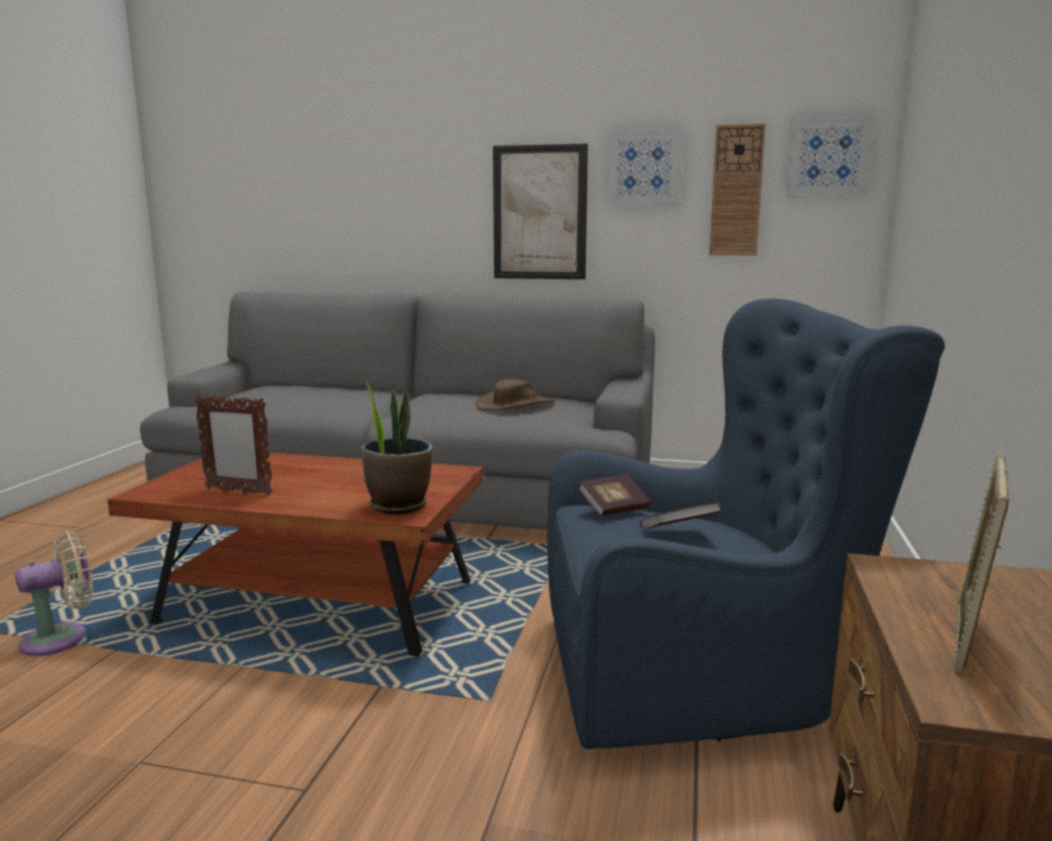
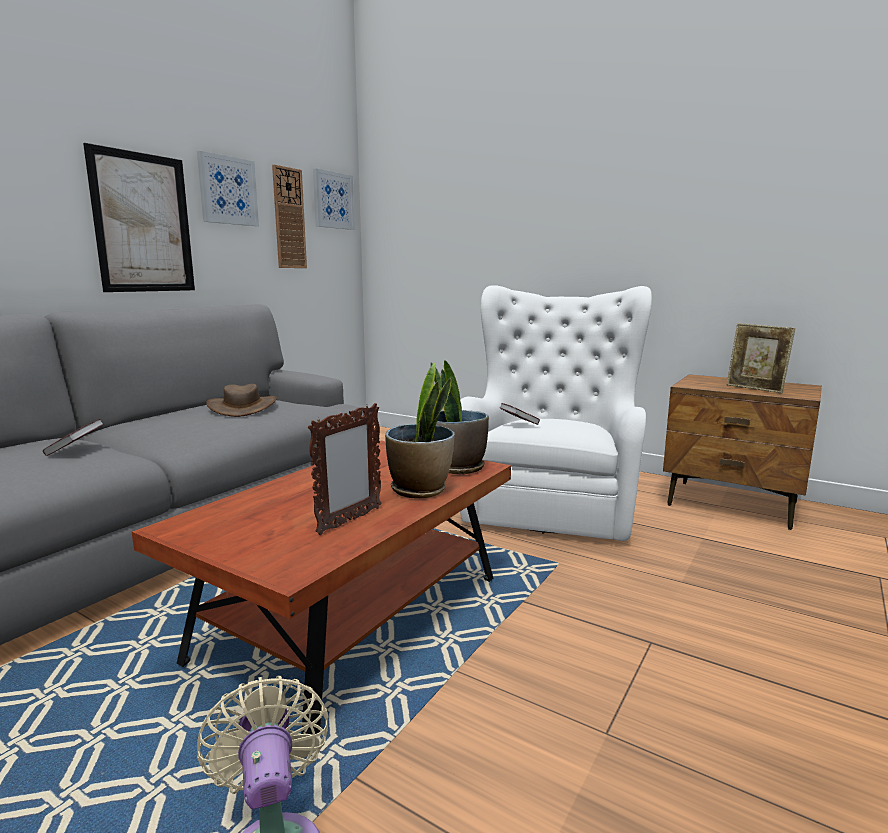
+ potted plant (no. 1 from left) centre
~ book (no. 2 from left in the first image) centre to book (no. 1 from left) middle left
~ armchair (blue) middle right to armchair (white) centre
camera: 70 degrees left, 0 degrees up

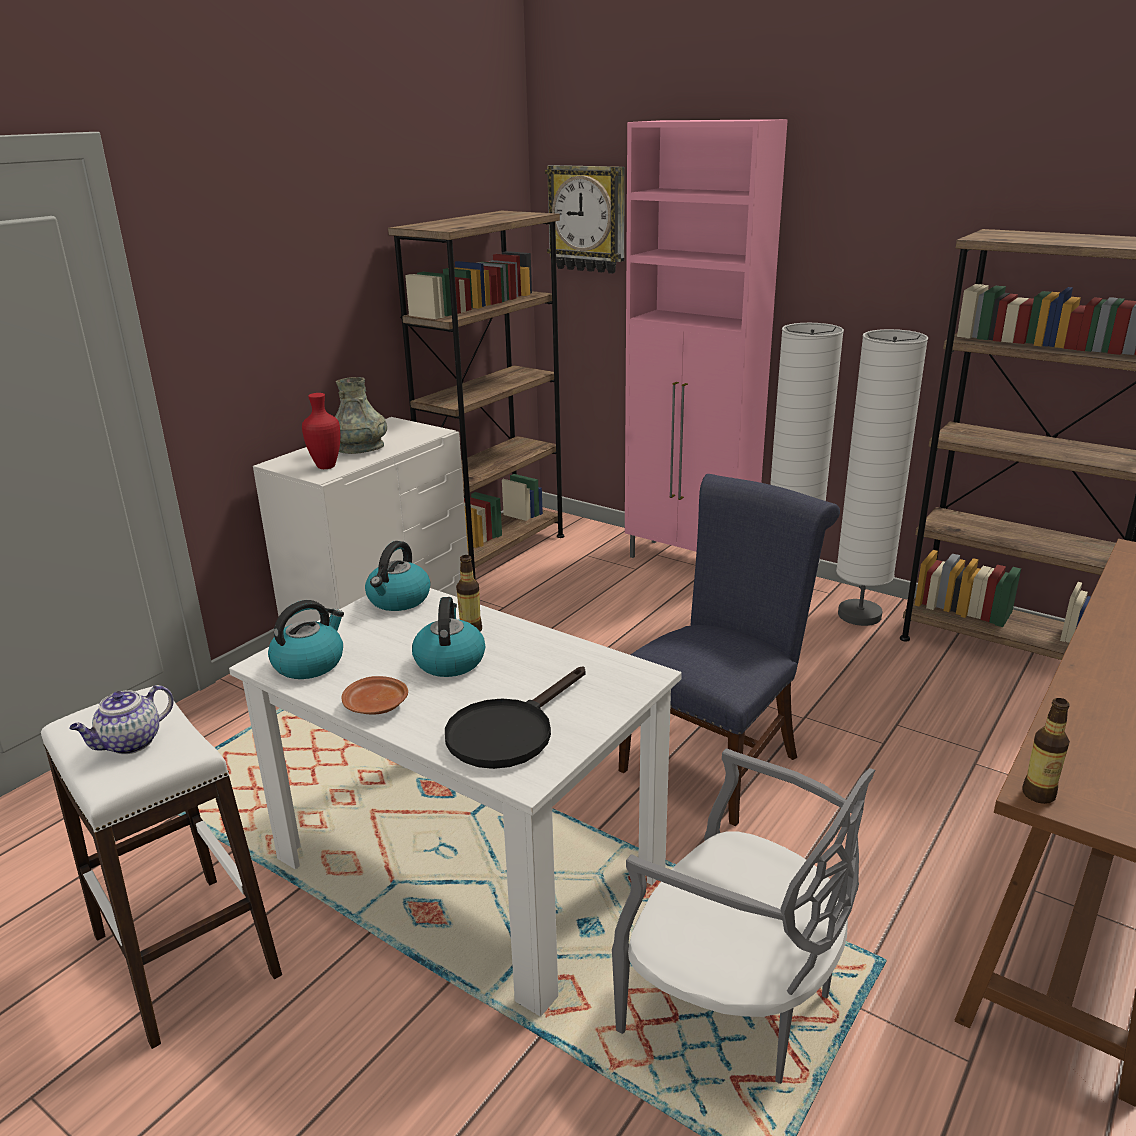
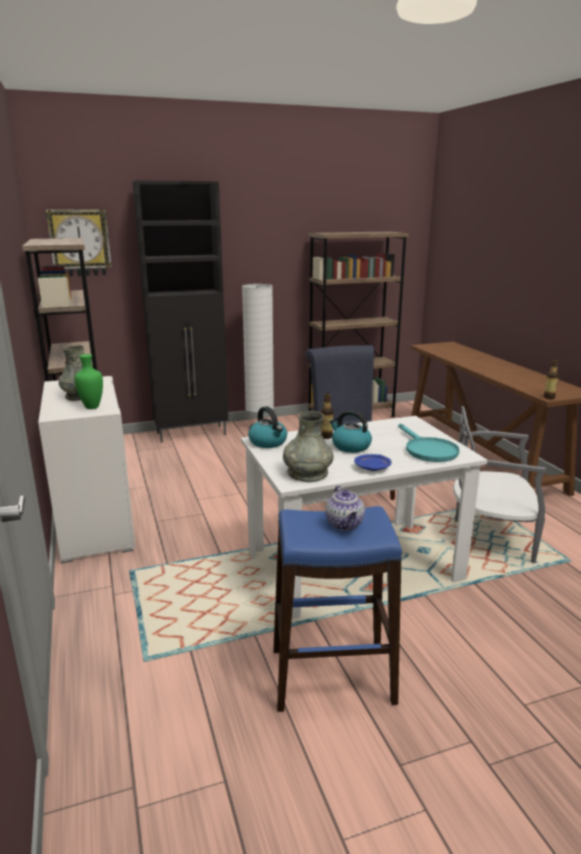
- floor lamp (white) (no. 2 from left) middle right
~ kettle (no. 1 from left) middle left to vase (grey) (no. 2 from left) centre
~ stool (white) bottom left to stool (blue) bottom centre
~ vase (red) middle left to vase (green) middle left
~ plate (brown) middle left to plate (blue) centre
~ frying pan (black) centre to frying pan (turquoise) middle right
~ cabinet (pink) top centre to cabinet (black) middle left
~ chair (grey) bottom centre = middle right 150 degrees counterclockwise
camera: 55 degrees left, 5 degrees down

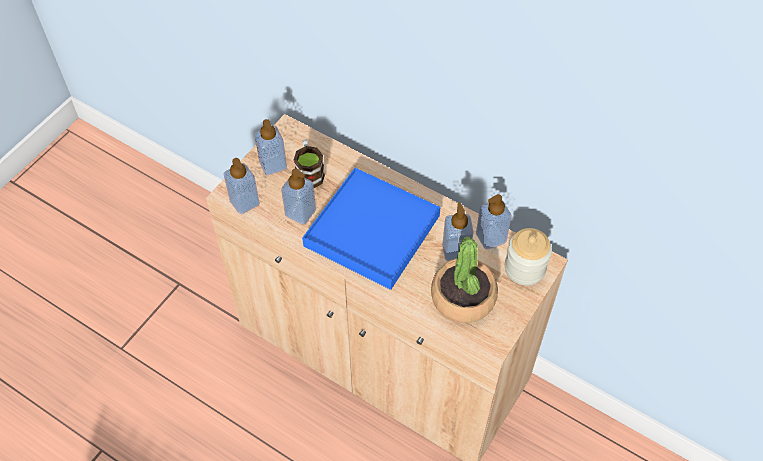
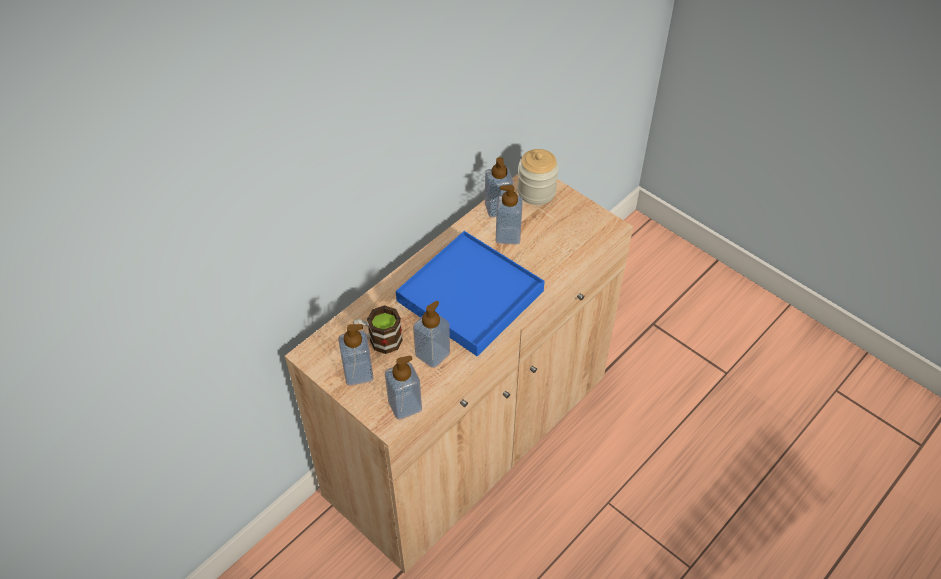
- potted plant centre
camera: 80 degrees left, 5 degrees down

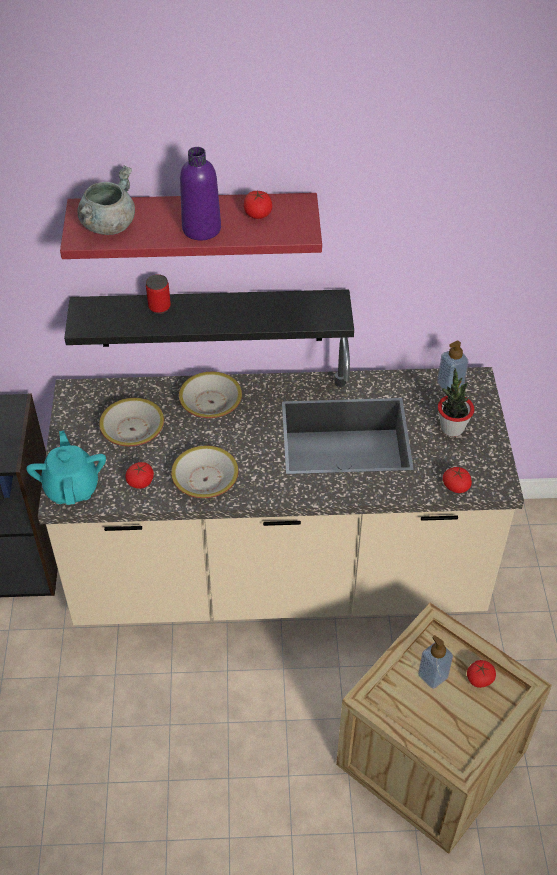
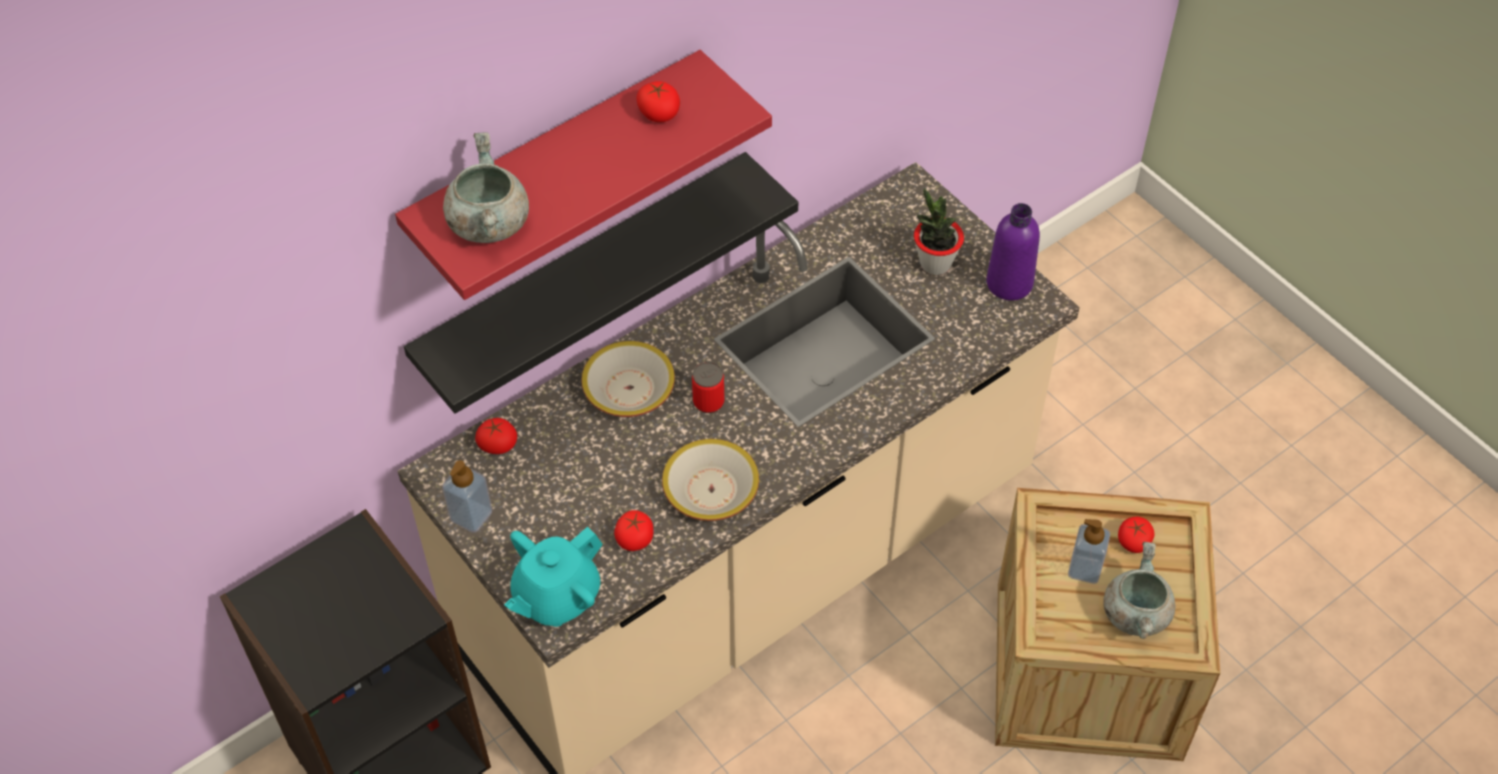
- bowl (no. 1 from left) middle left
+ cooking pot (grey) (no. 2 from left) bottom right
~ can middle left to centre
~ bottle (purple) top centre to top right
~ soap dispenser (no. 2 from left in the first image) middle right to soap dispenser (no. 1 from left) middle left
~ tomato (no. 3 from left in the first image) middle right to tomato (no. 1 from left) middle left
~ teapot (turquoise) middle left = bottom centre 90 degrees counterclockwise
camera: 35 degrees left, 5 degrees up

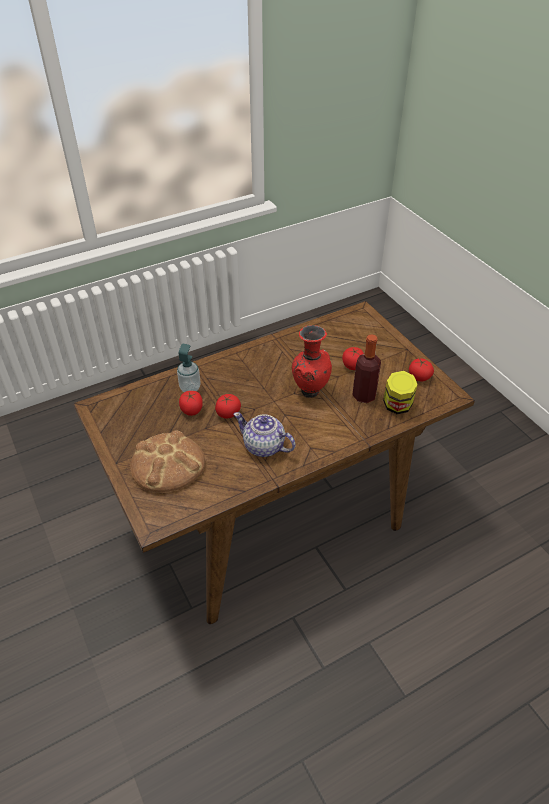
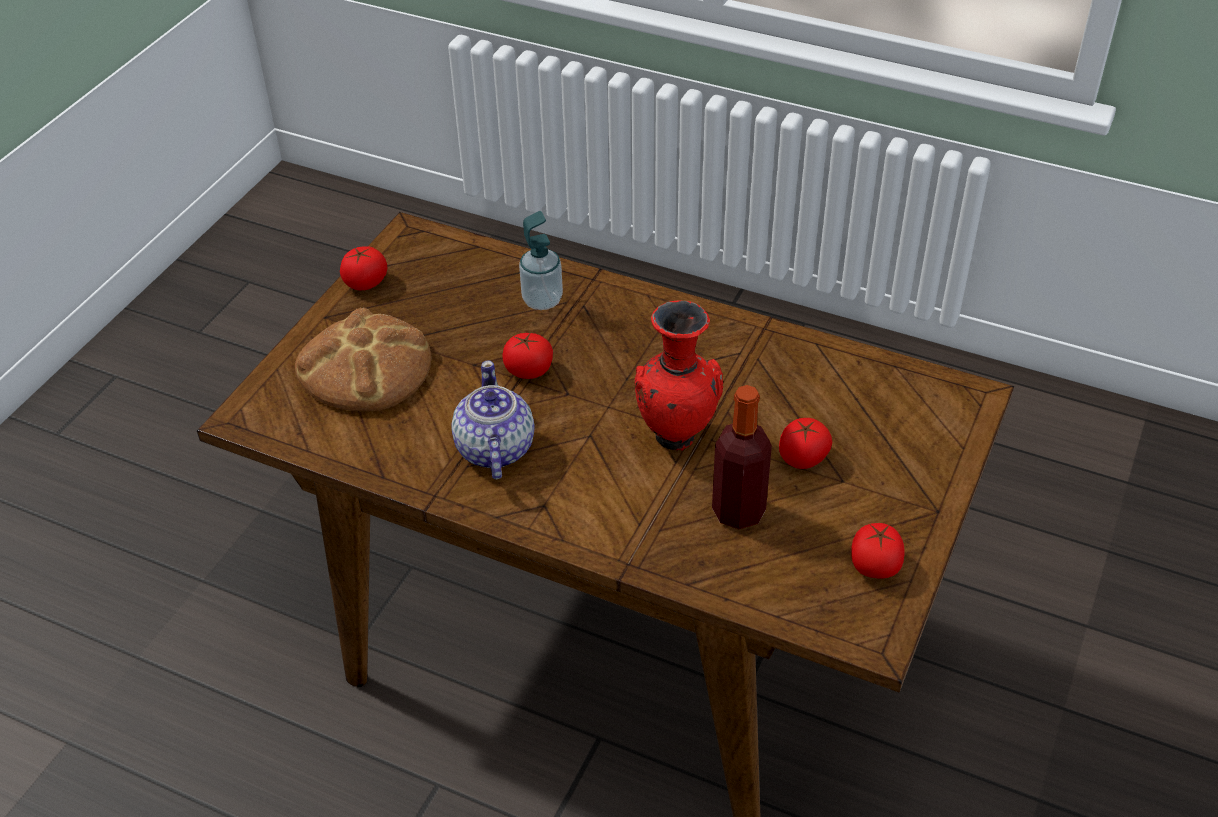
- jar middle right
~ tomato (no. 1 from left) centre to top left
camera: 55 degrees right, 0 degrees up

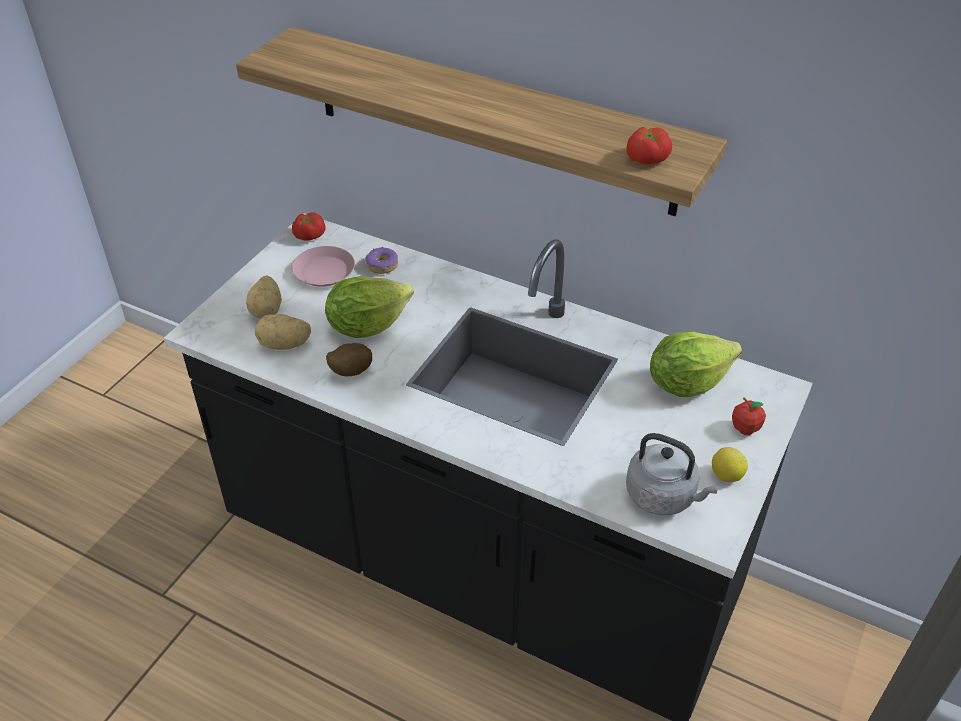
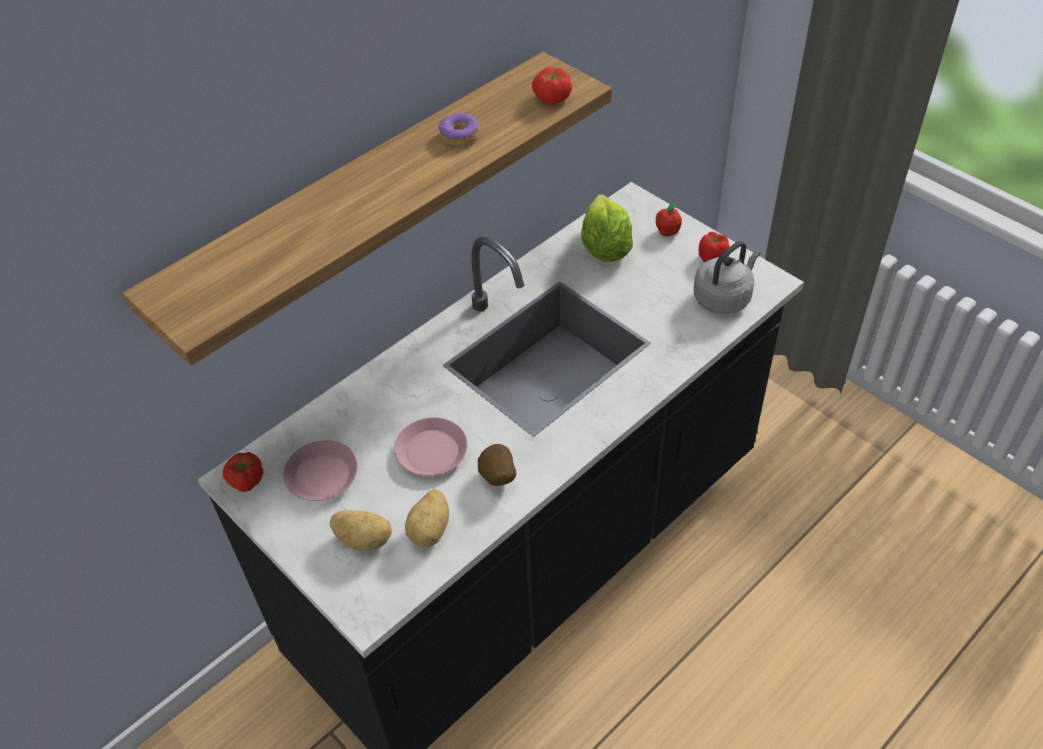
~ donut centre to top centre
~ lettuce (no. 1 from left) centre to plate (pink) (no. 2 from left) centre
~ lemon middle right to tomato (no. 3 from left) top right
camera: 70 degrees left, 5 degrees up

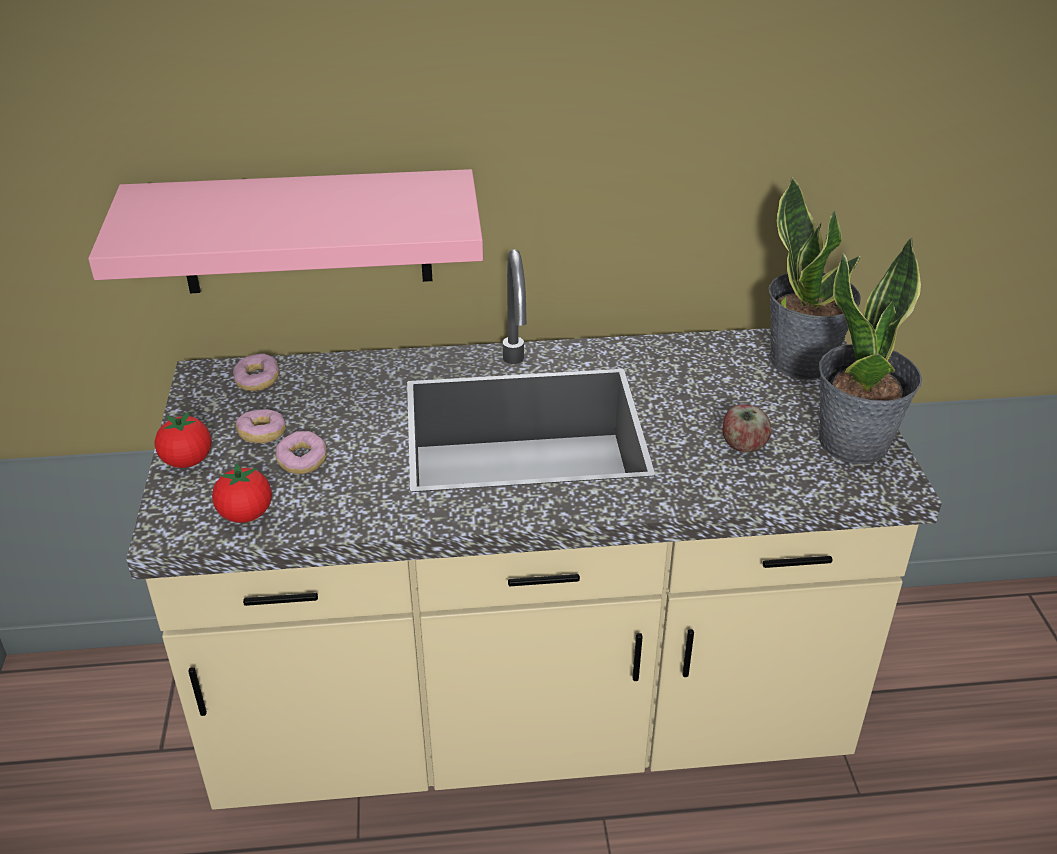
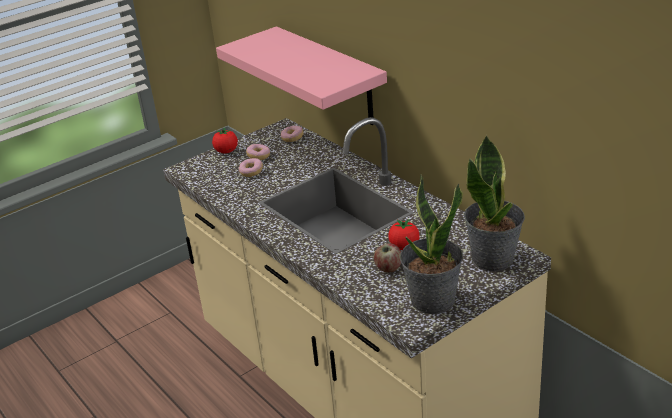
~ tomato (no. 2 from left) middle left to centre
camera: 60 degrees right, 5 degrees down

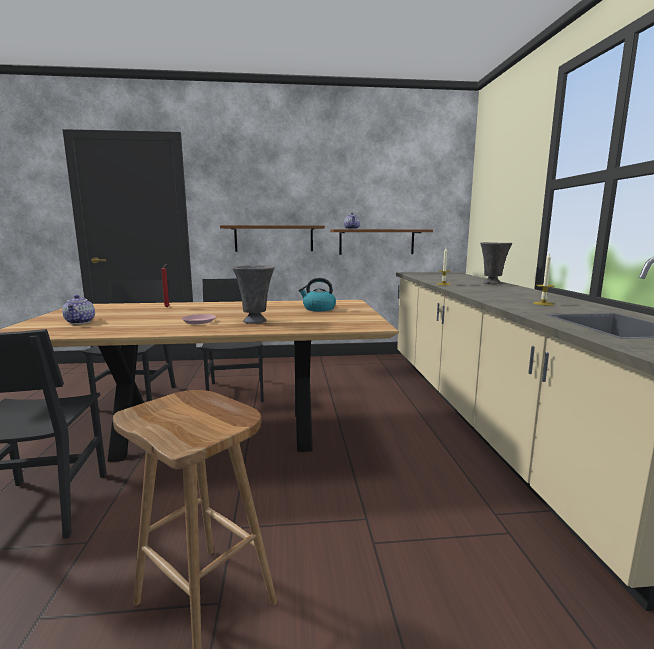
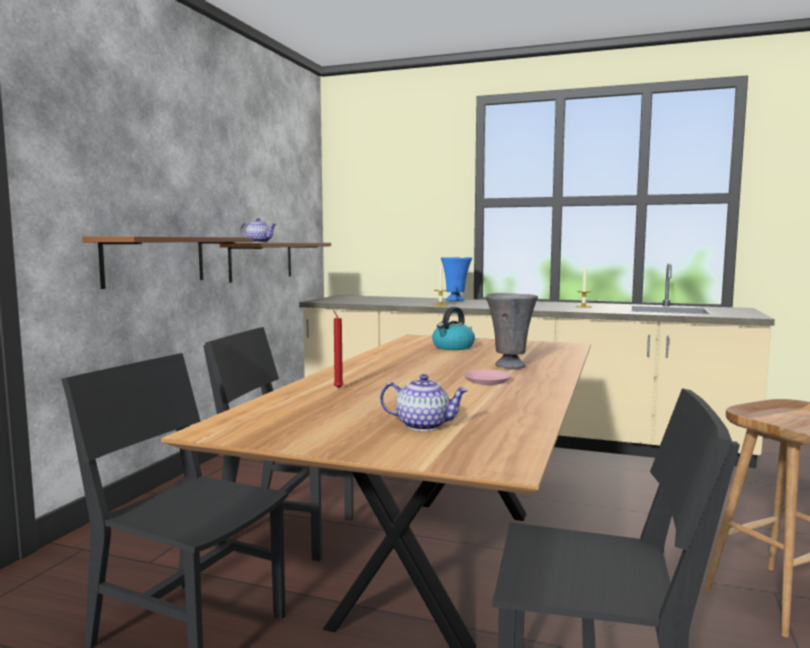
~ vase (grey) (no. 2 from left) middle right to vase (blue) centre
camera: 65 degrees left, 5 degrees down

